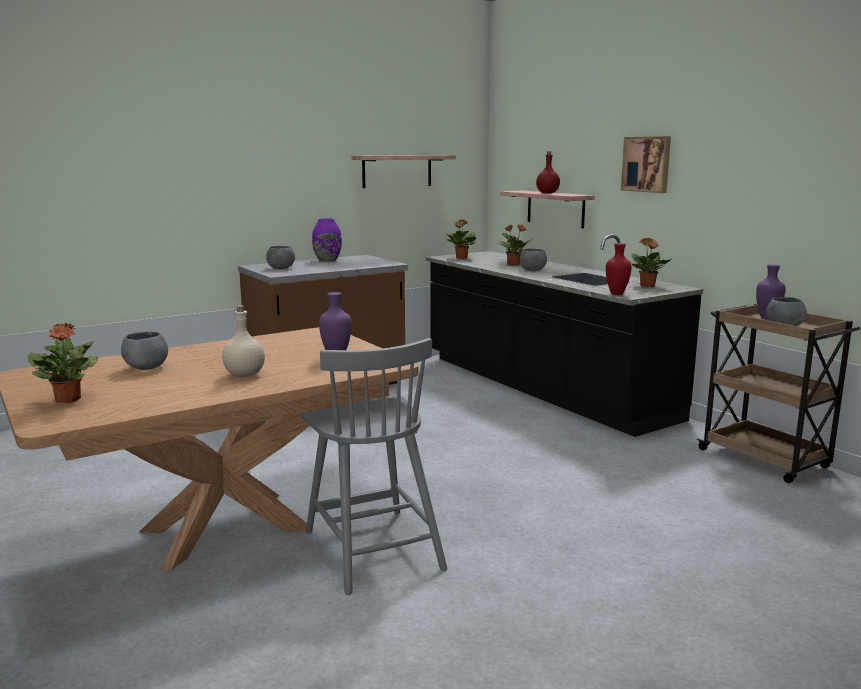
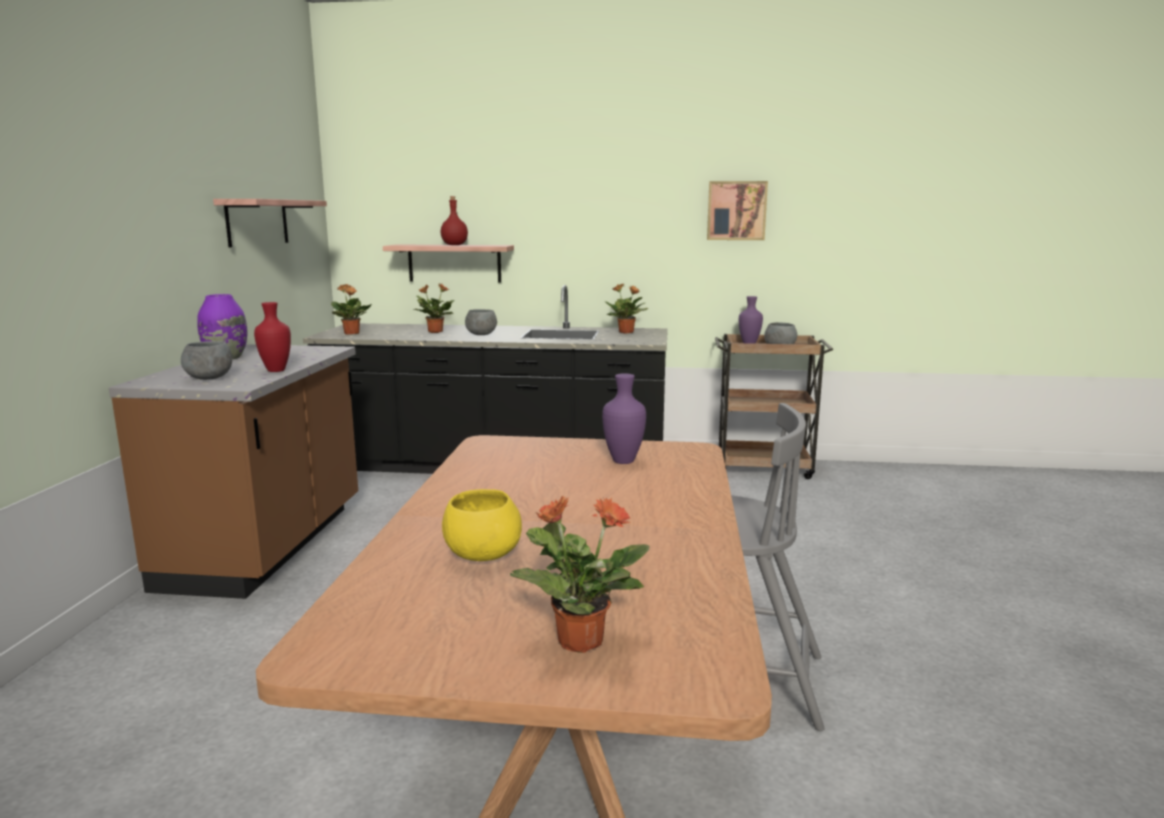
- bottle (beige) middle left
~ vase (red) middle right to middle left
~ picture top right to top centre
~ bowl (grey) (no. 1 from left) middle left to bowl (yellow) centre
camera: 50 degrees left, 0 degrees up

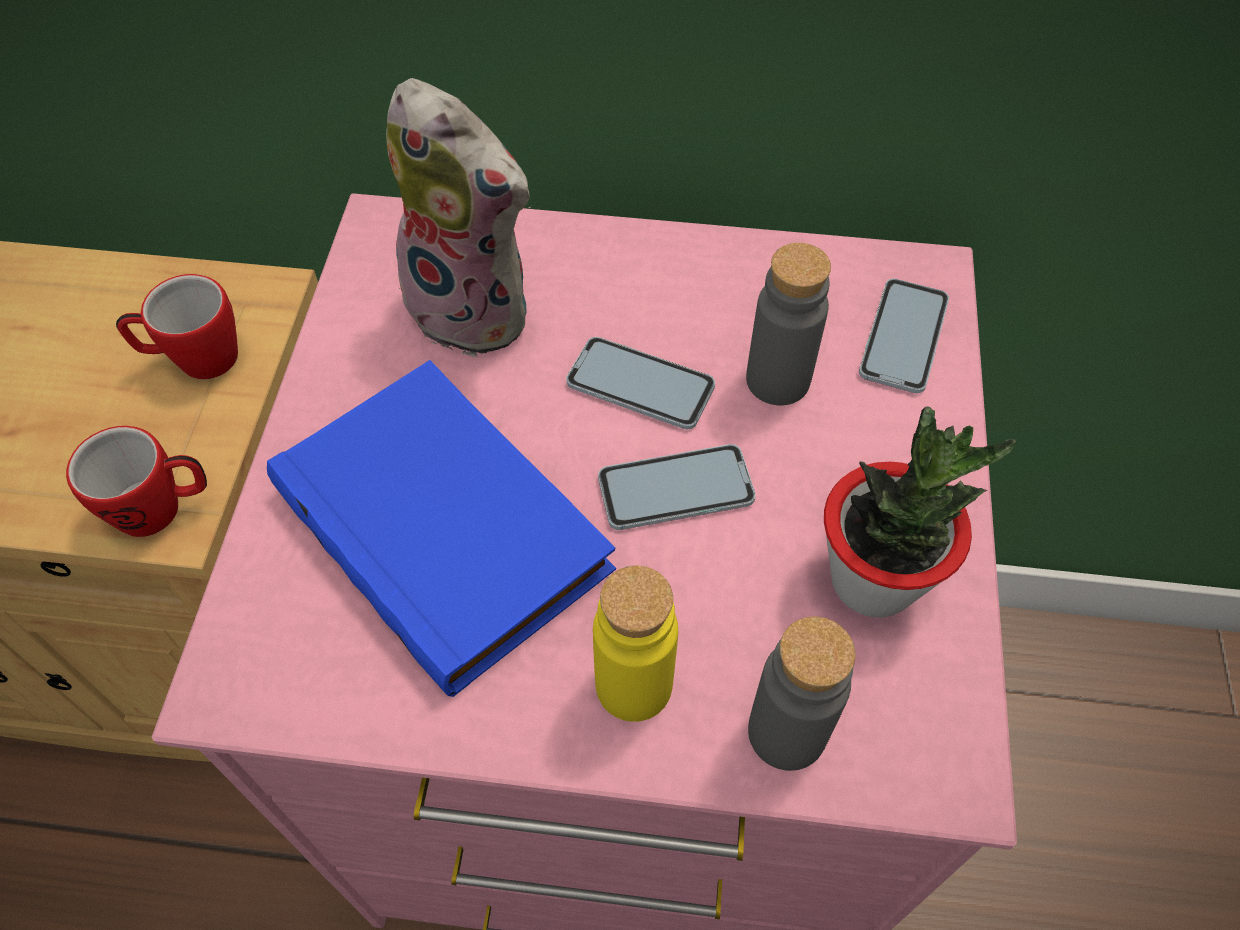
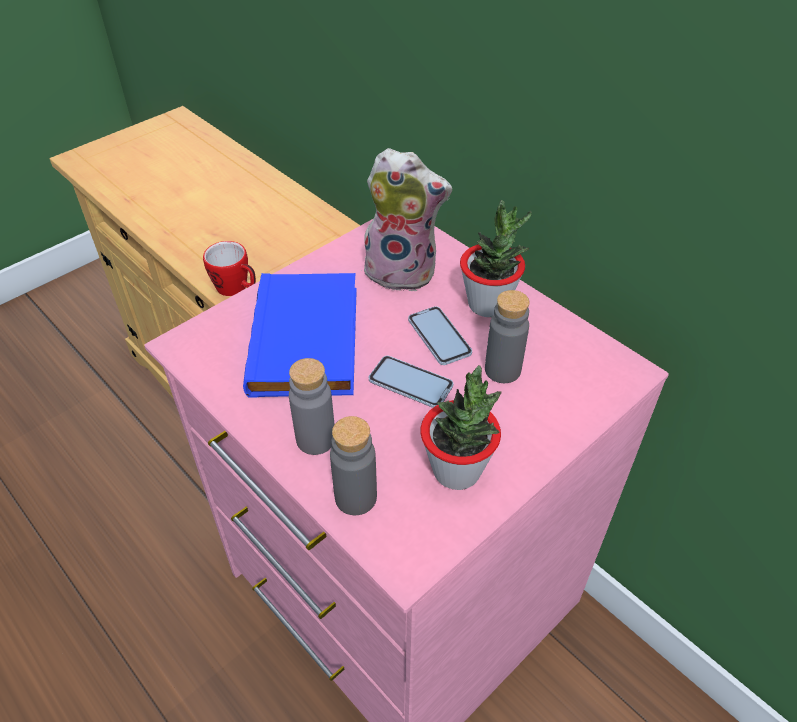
- mug (no. 2 from left) middle left
- phone (no. 3 from left) middle right
+ potted plant (no. 2 from left) centre
~ bottle (yellow) bottom centre to bottle (grey) (no. 1 from left) centre
~ plush toy top centre = top centre 60 degrees counterclockwise
camera: 40 degrees right, 10 degrees down

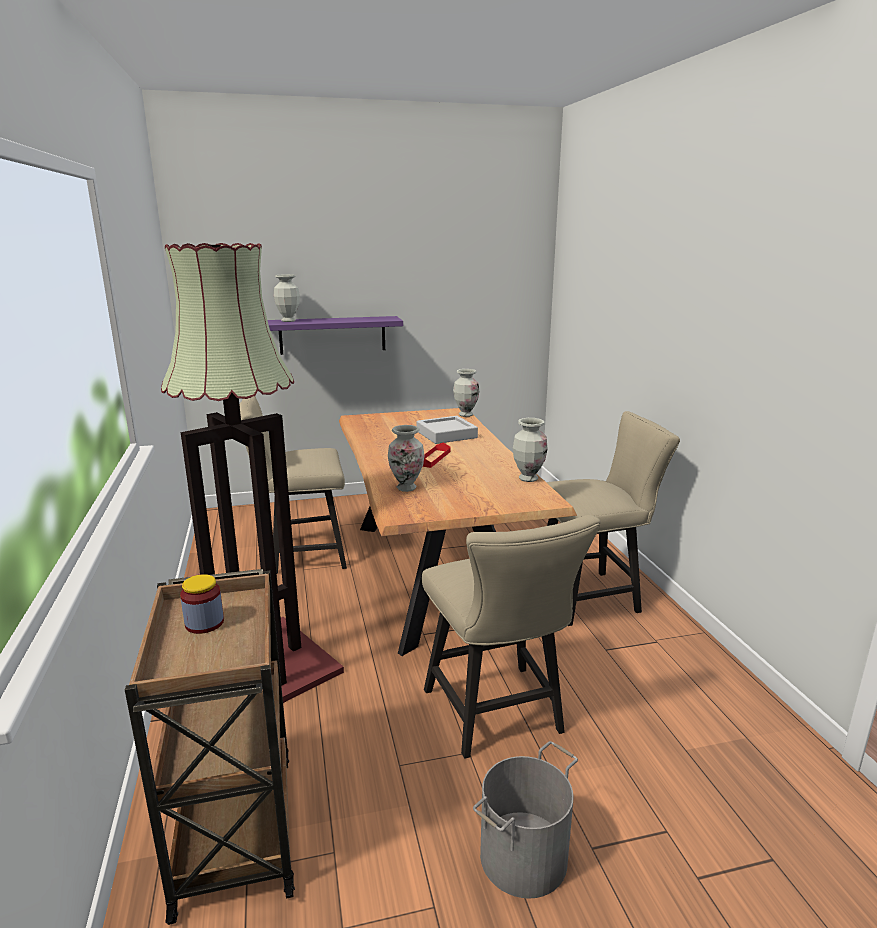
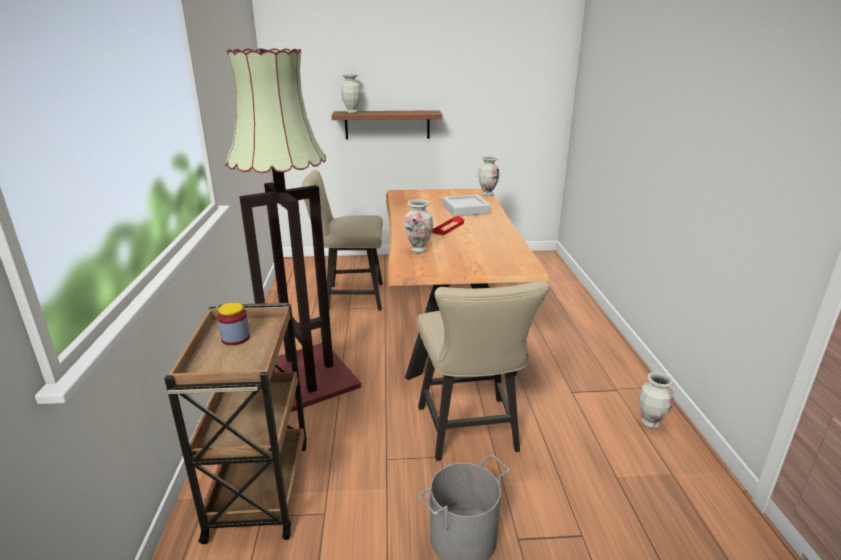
- chair (beige) (no. 3 from left) middle right
~ vase (no. 4 from left) centre to bottom right
~ shelf (purple) centre to shelf (brown) top centre
camera: 10 degrees right, 5 degrees up

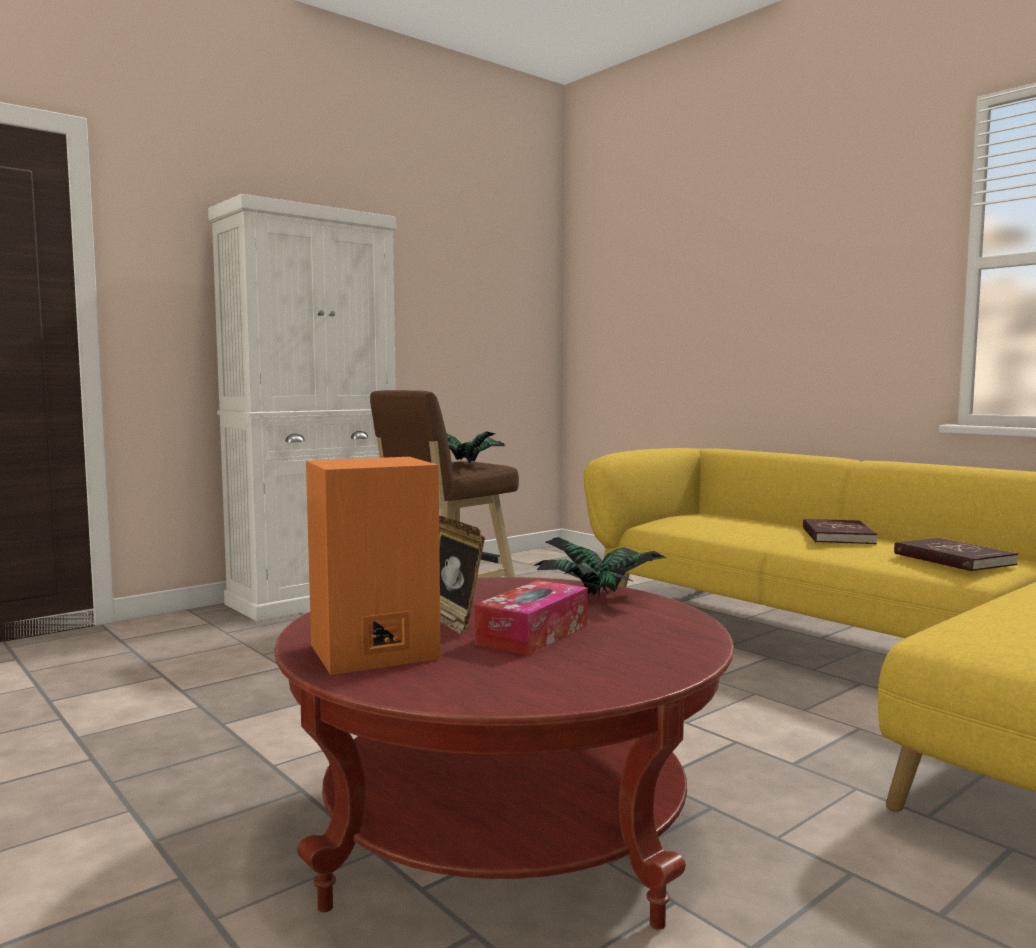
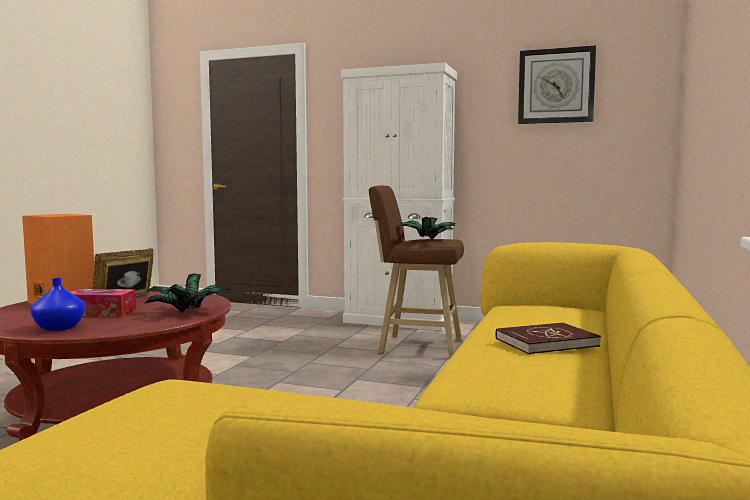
- book (red) (no. 2 from left) middle right
+ vase (blue) middle left
+ wall clock top right
camera: 60 degrees right, 0 degrees up

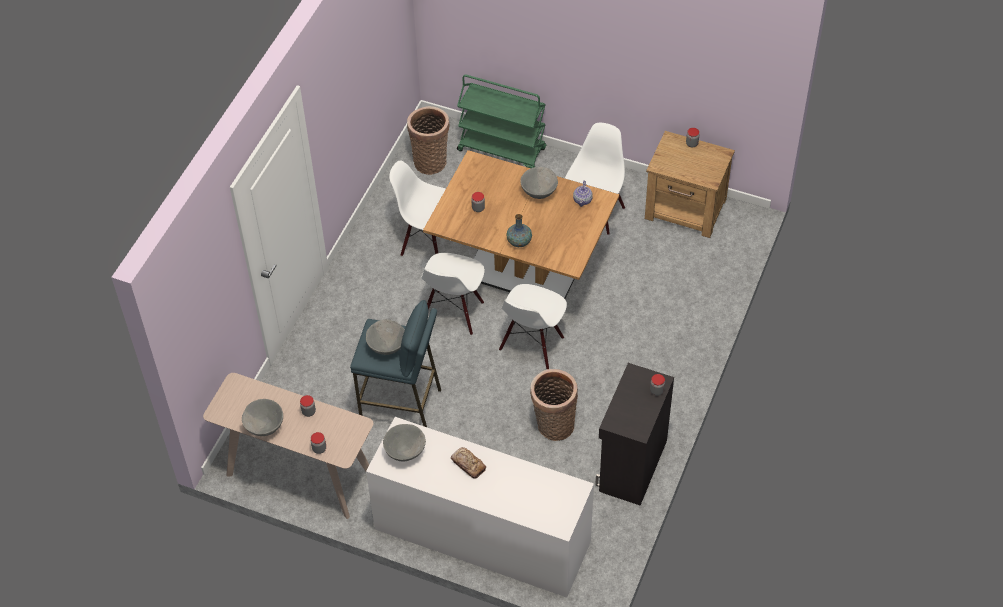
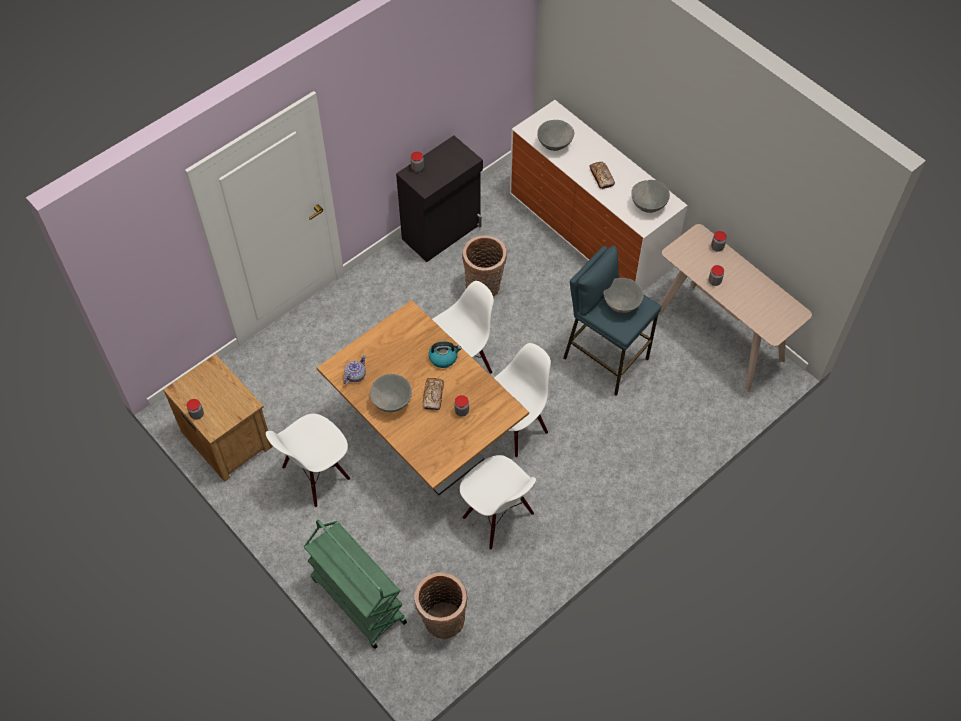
+ bread (no. 1 from left) centre
~ bowl (grey) (no. 1 from left in the first image) bottom left to bowl (grey) (no. 2 from left) top centre
~ vase centre to kettle centre
camera: 155 degrees left, 5 degrees up

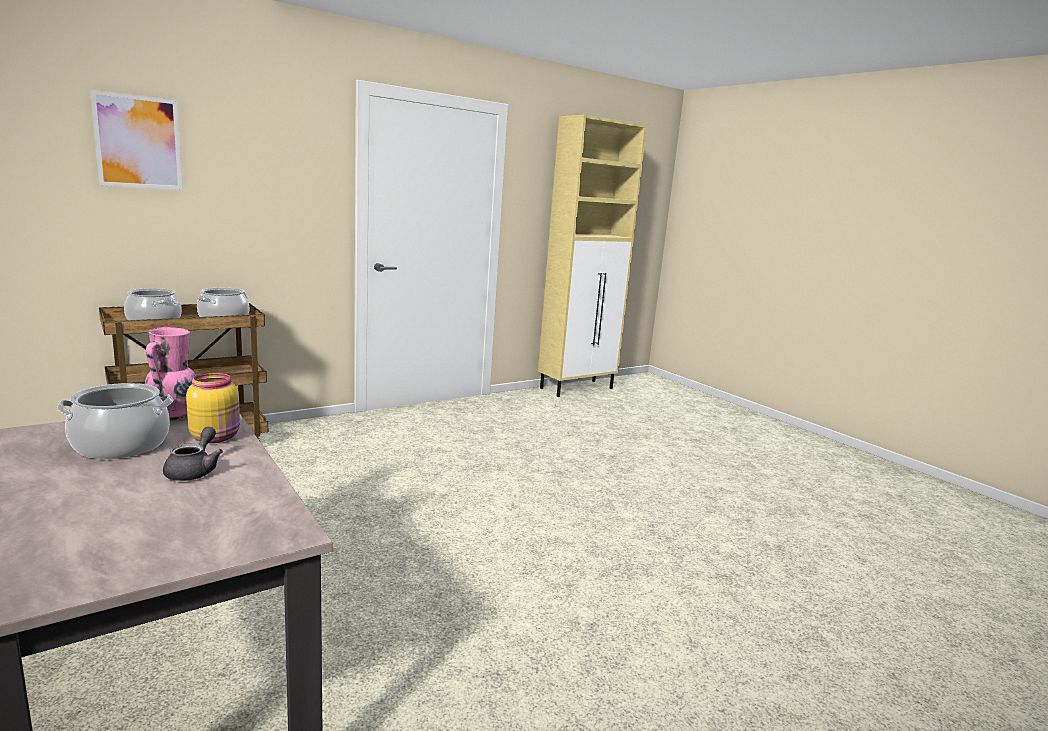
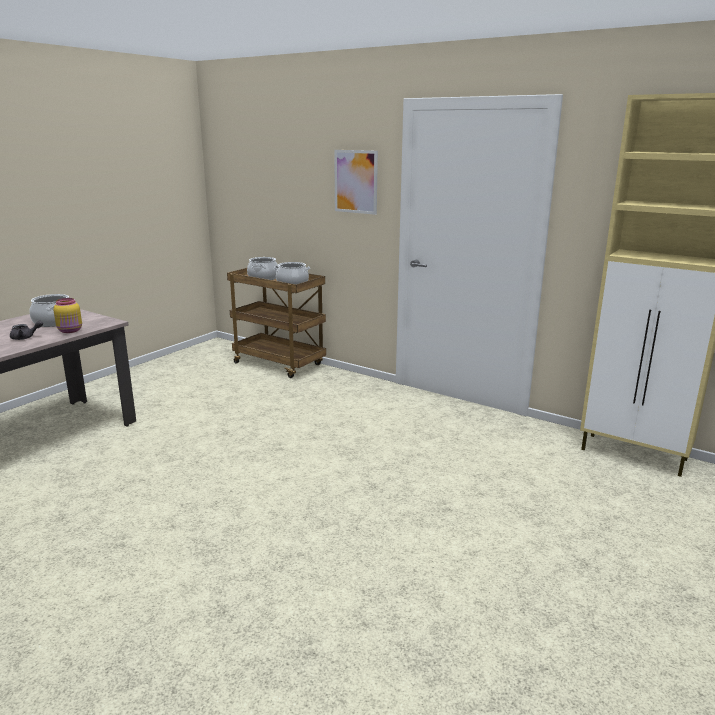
- vase (pink) middle left
~ picture top left to top centre
camera: 70 degrees right, 5 degrees up

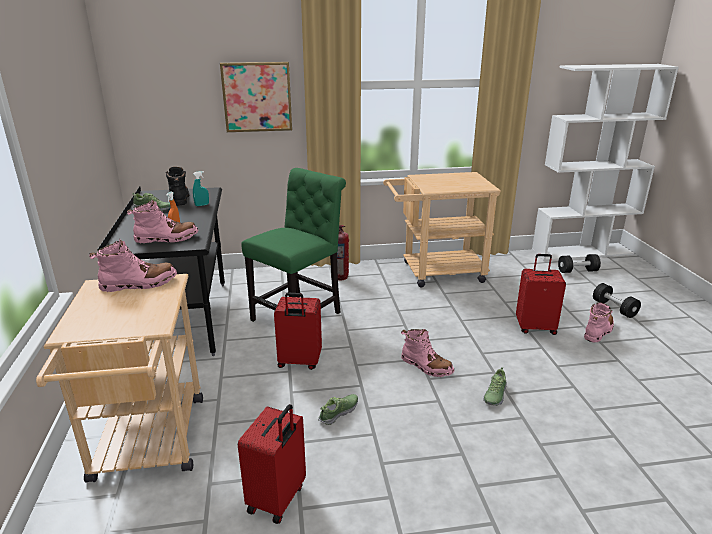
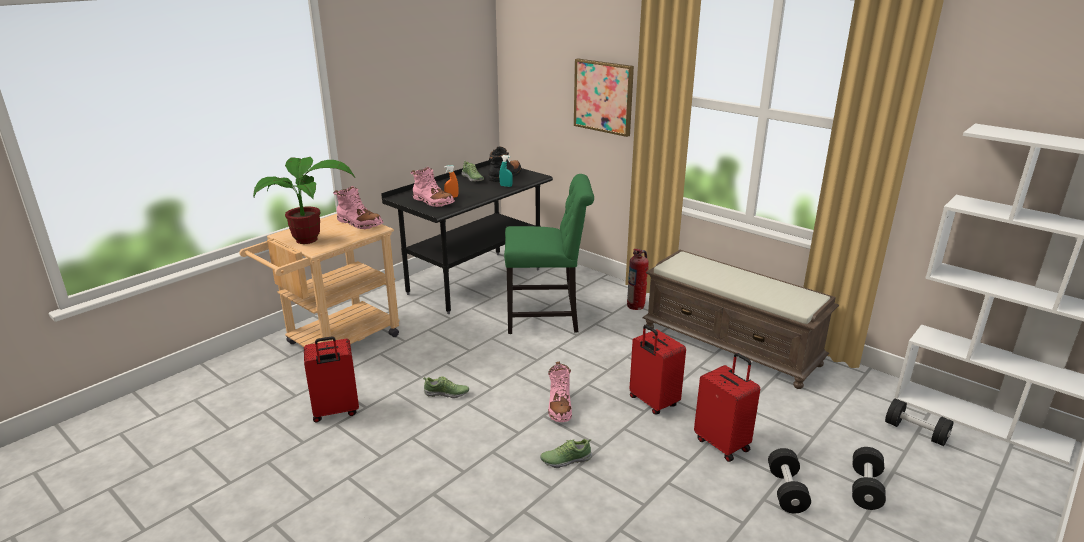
+ potted plant middle left
~ suitcase (red) (no. 2 from left) centre to bottom centre
~ cart (beige) (no. 2 from left) centre to bench (brown) middle right
~ boot (pink) (no. 4 from left) middle right to dumbbell (black) (no. 1 from left) bottom right
camera: 50 degrees right, 0 degrees up

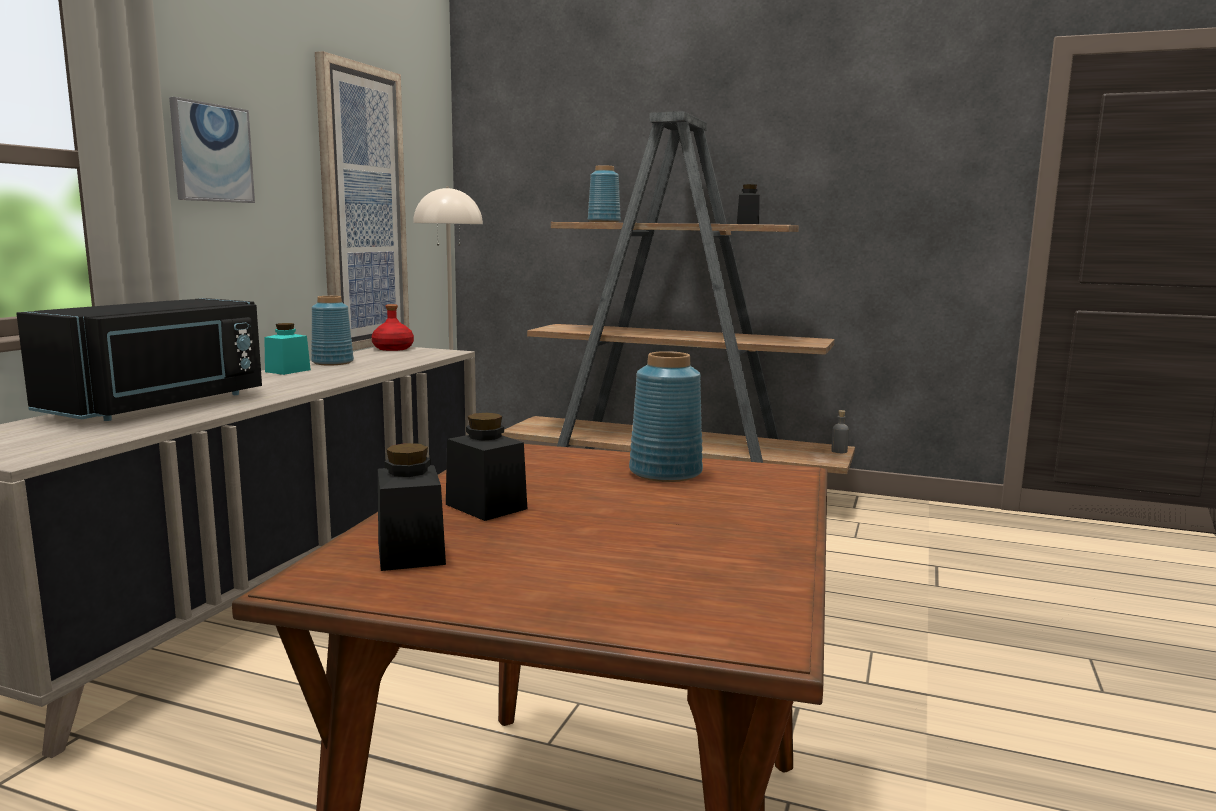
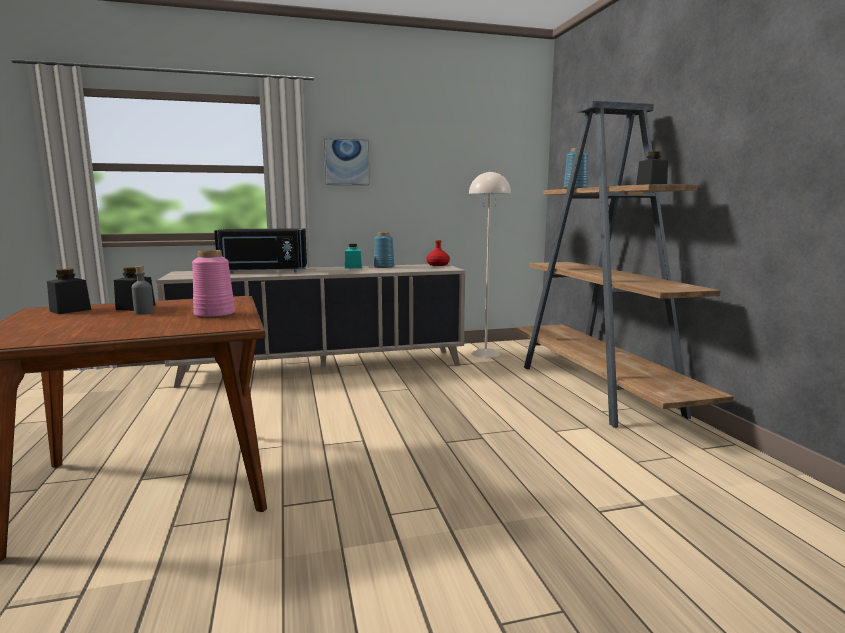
- picture (no. 2 from left) top left
~ bottle (grey) middle right to middle left
~ vase (blue) (no. 3 from left) centre to vase (pink) middle left
camera: 55 degrees right, 0 degrees up

